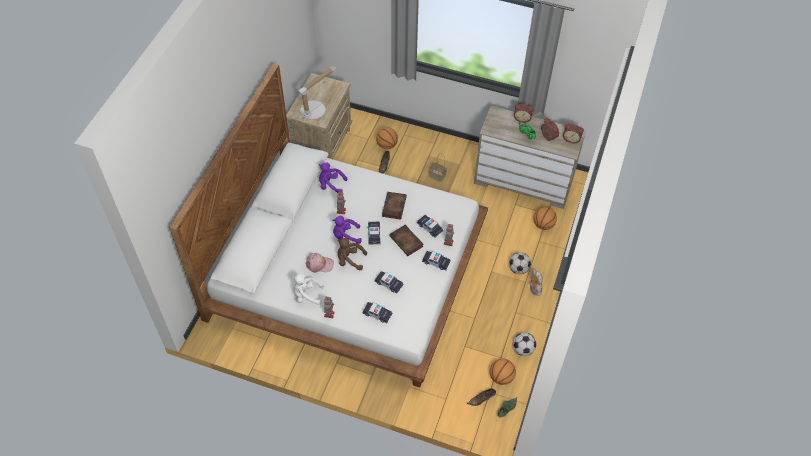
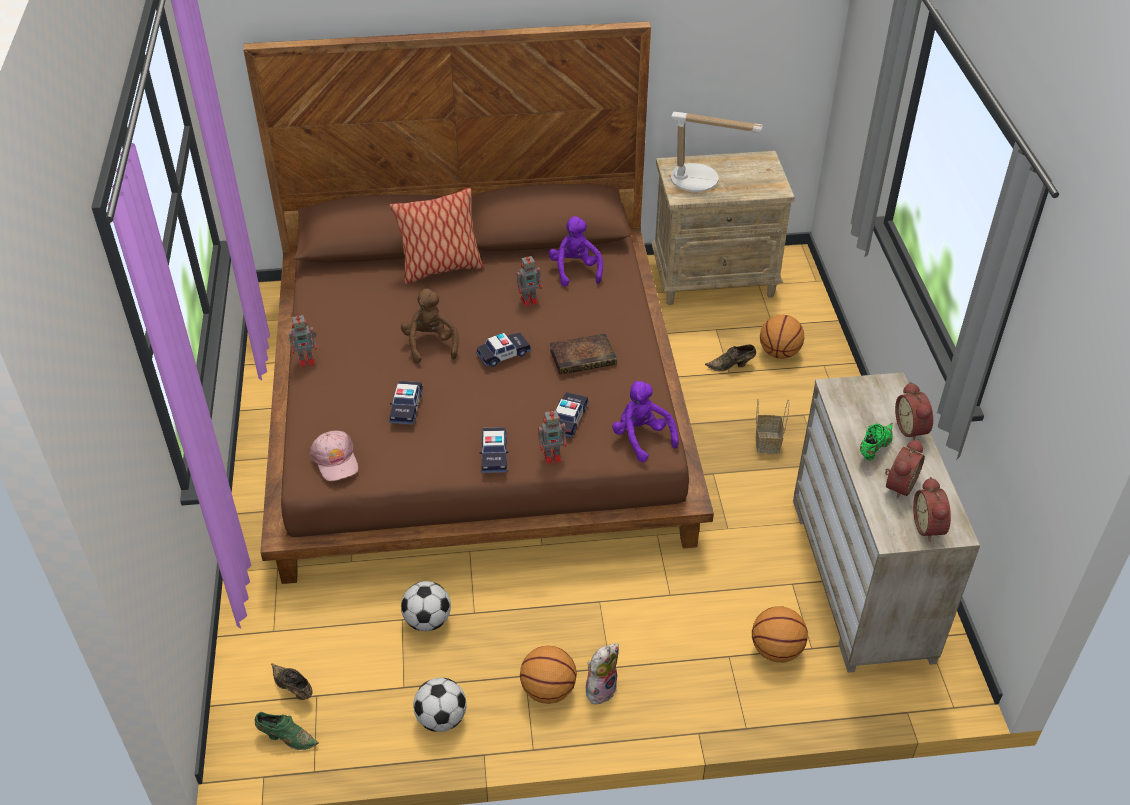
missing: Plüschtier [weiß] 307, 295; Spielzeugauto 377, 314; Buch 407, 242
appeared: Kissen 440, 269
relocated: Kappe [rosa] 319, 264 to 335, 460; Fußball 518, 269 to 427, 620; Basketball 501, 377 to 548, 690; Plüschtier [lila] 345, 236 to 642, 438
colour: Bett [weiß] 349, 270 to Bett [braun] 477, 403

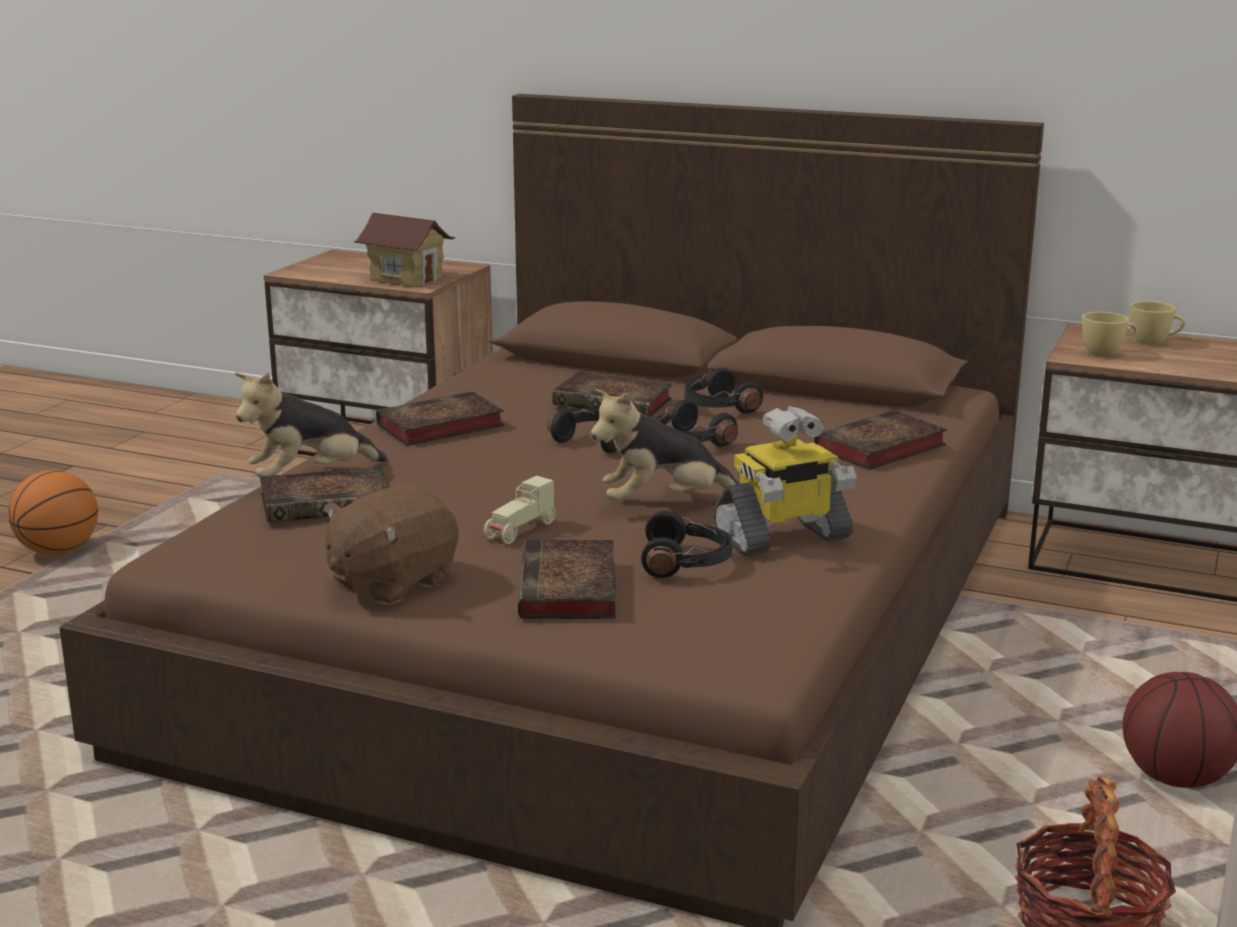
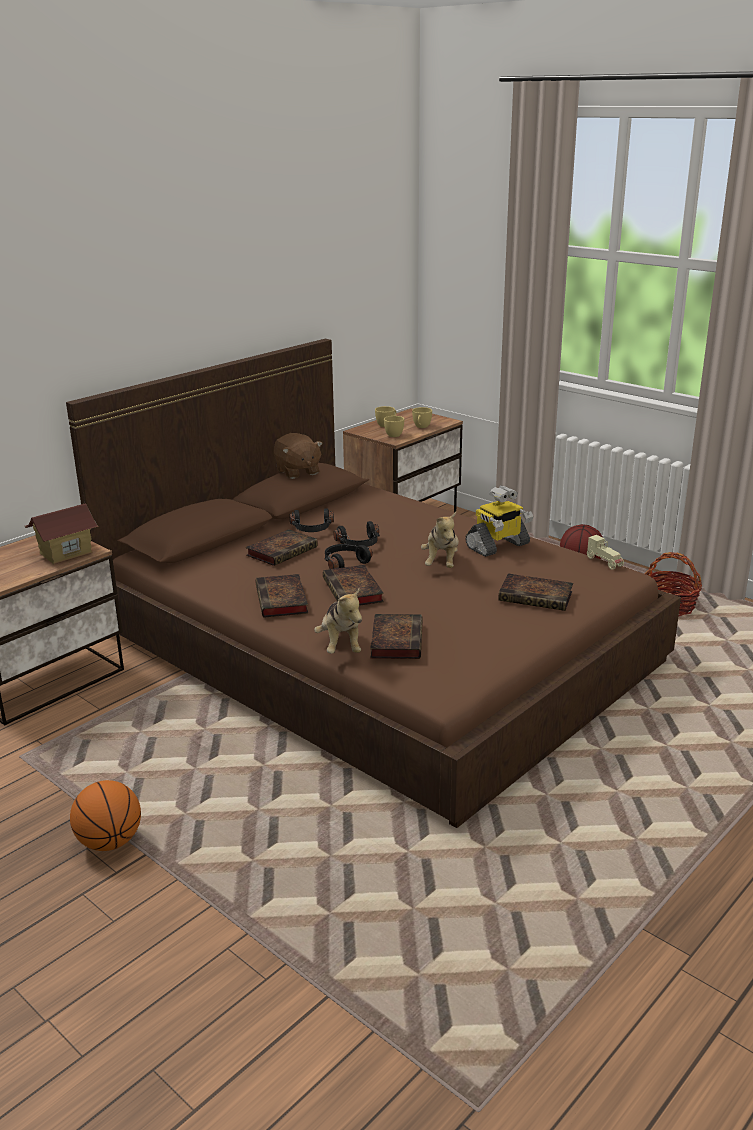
missing: Kopfhörer [schwarz] 687, 563
appeared: Tasse [gelb] 421, 427
relocated: Plüschtier [braun] 391, 582 to 297, 472; Buch 879, 449 to 354, 591; Spielzeugauto [beige] 520, 531 to 604, 562
spun: Spielzeugroboter 782, 537 = 498, 546 60 degrees clockwise

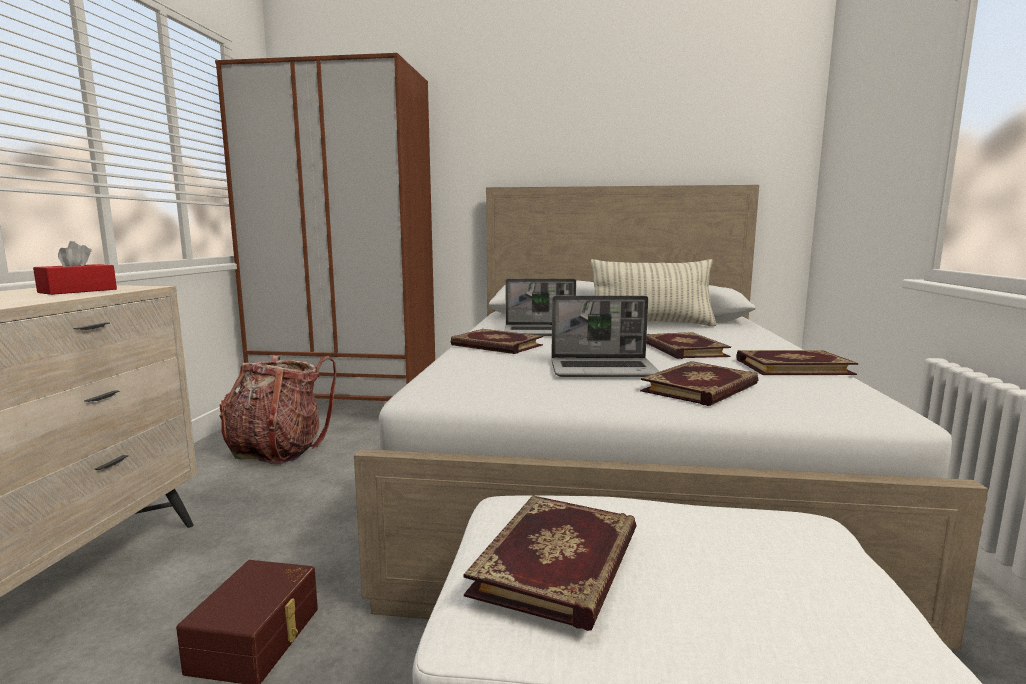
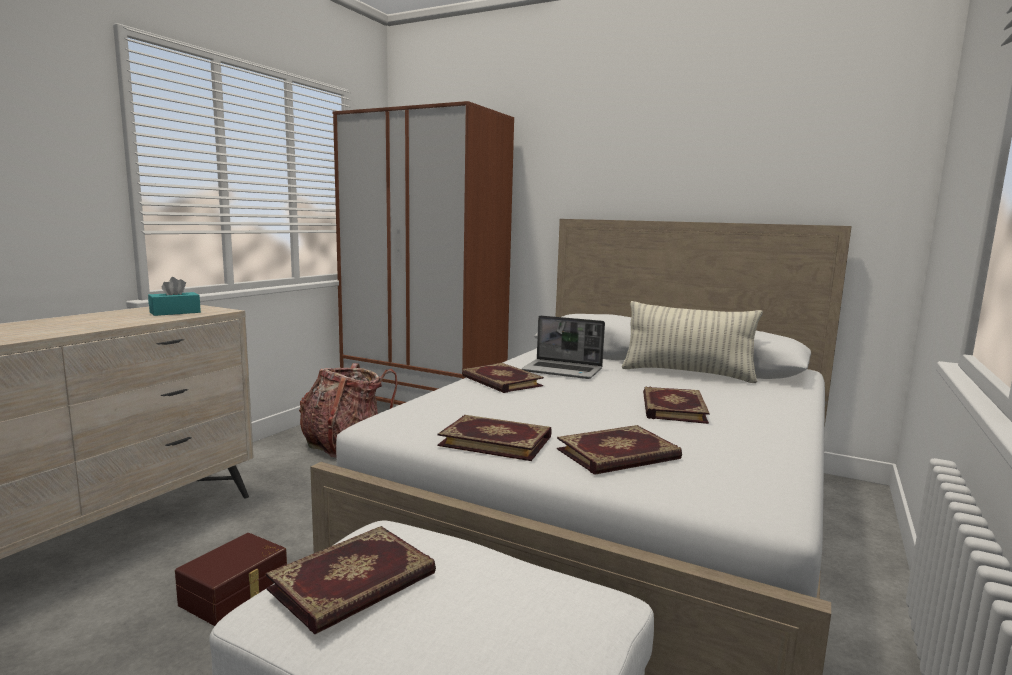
missing: Laptop 604, 370
relocated: Buch 792, 366 to 496, 440
colour: Taschentuchbox [rot] 78, 291 to Taschentuchbox [türkis] 175, 312

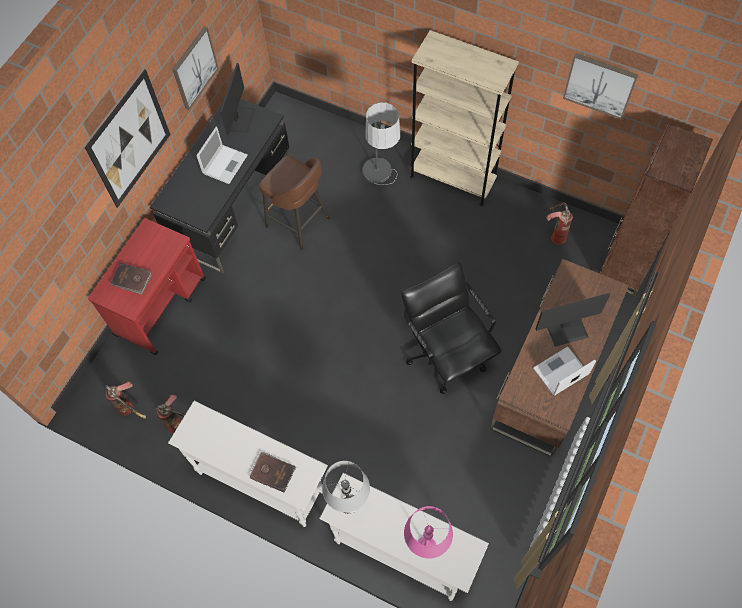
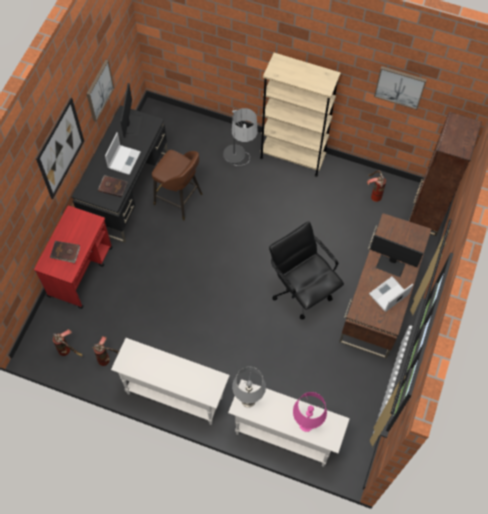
relocated: Buch [braun] 273, 472 to 113, 186
spun: Monitor 567, 331 = 391, 265 45 degrees clockwise

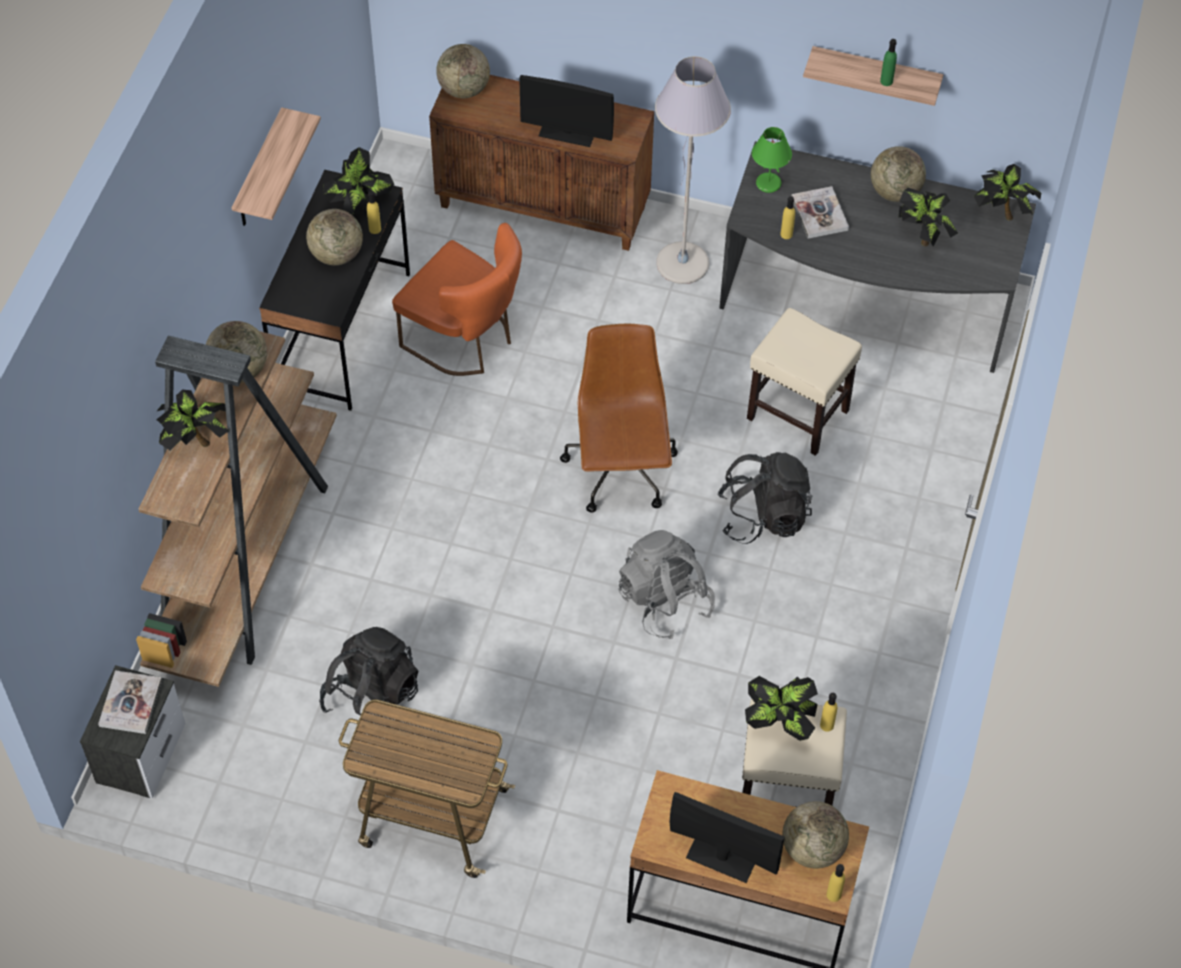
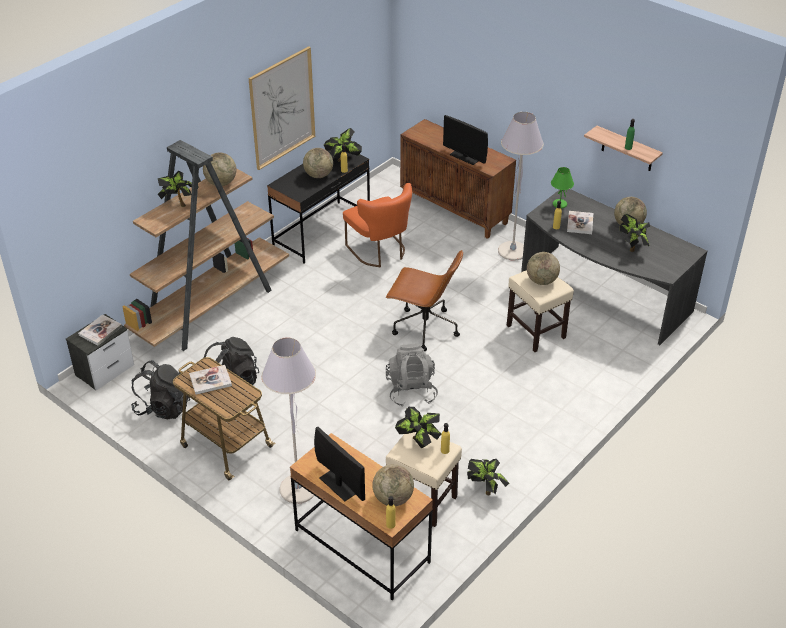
appeared: Buch 210, 380; Stehlampe [grau] 298, 489
relocated: Rucksack [schwarz] 763, 516 to 163, 407; Topfpflanze 1002, 212 to 486, 489; Globus 464, 89 to 542, 281
exchanged: Wandregal 259, 172 to Bild 282, 108
spun: Bürostuhl [braun] 621, 472 = 424, 328 90 degrees clockwise

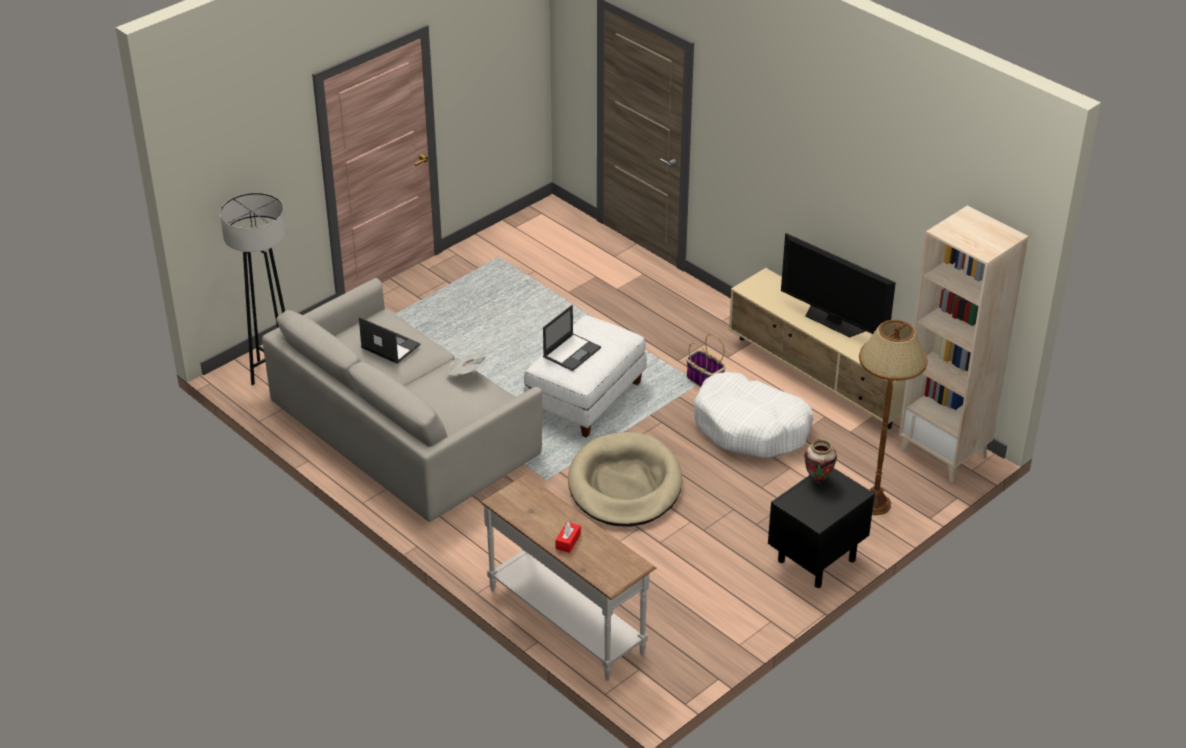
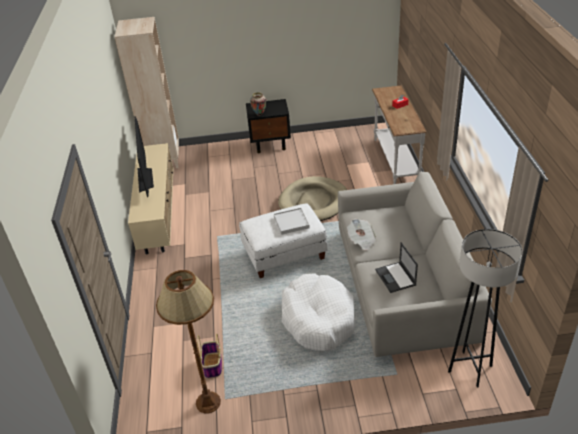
relocated: Stehlampe [braun] 875, 504 to 208, 402; Korb 704, 380 to 213, 365; Hundebett [weiß] 751, 428 to 318, 319
exchanged: Laptop 572, 352 to Tablett [weiß] 291, 222

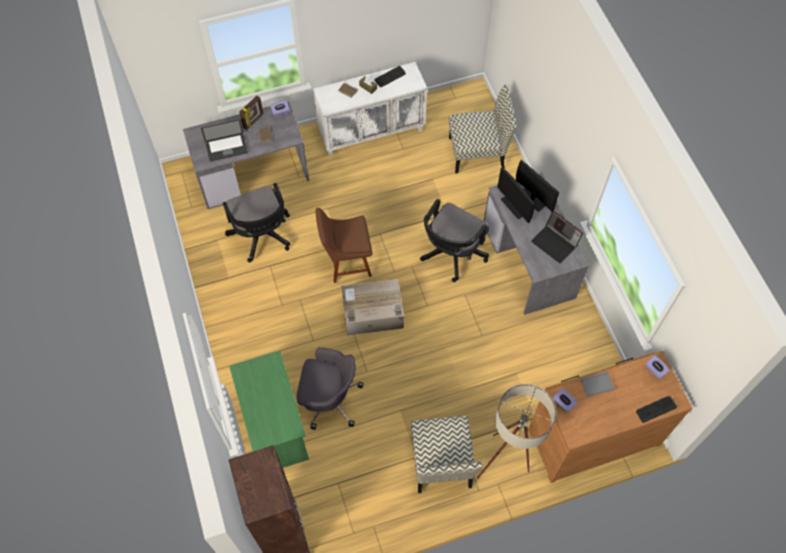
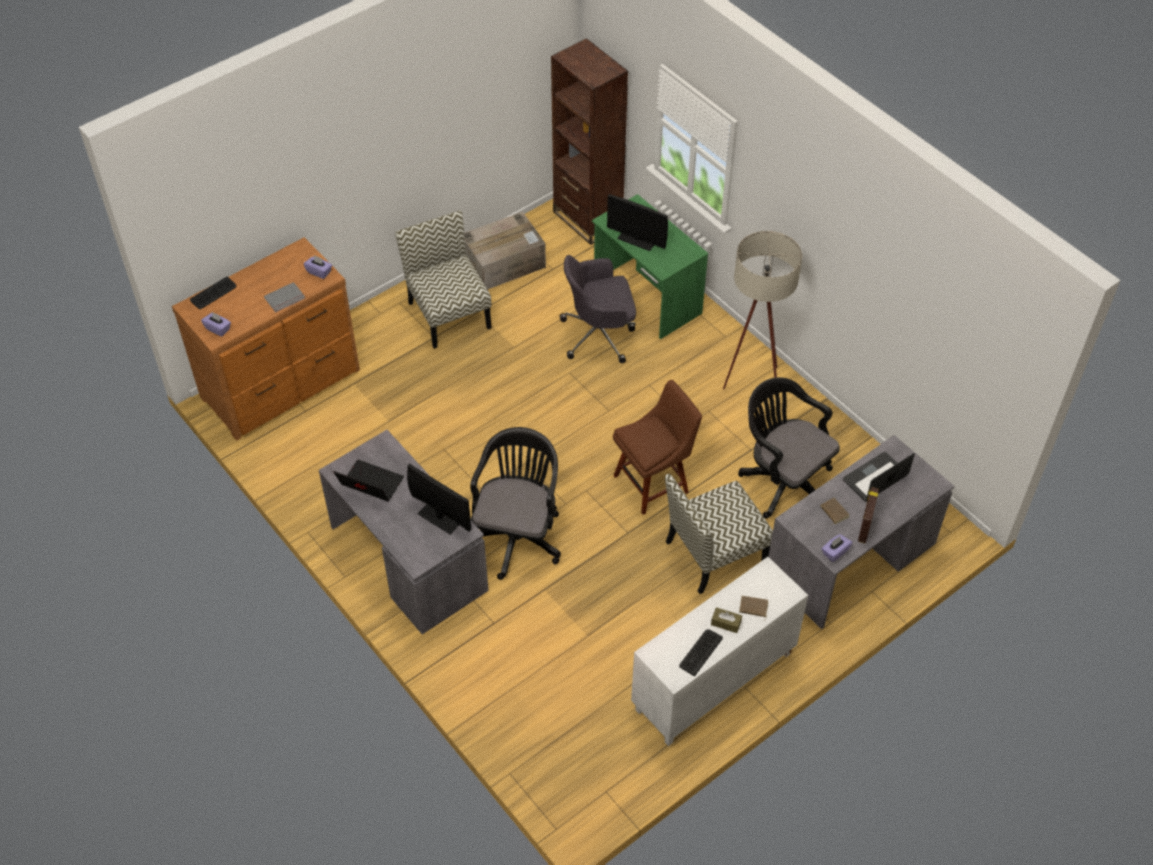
relocated: Karton 371, 313 to 504, 262; Monitor 532, 199 to 637, 239; Stuhl 477, 152 to 714, 554; Stehlampe [beige] 505, 464 to 751, 388

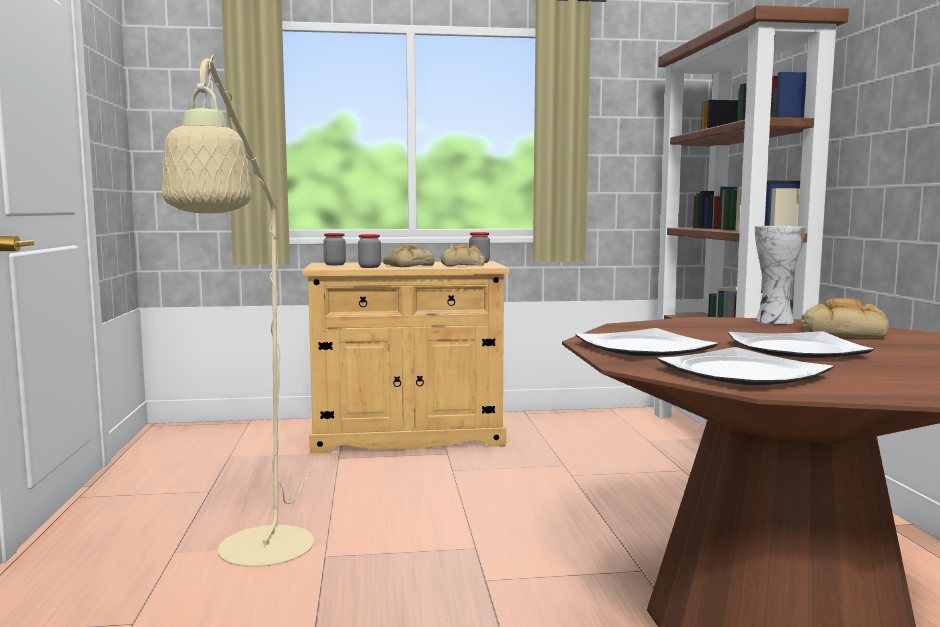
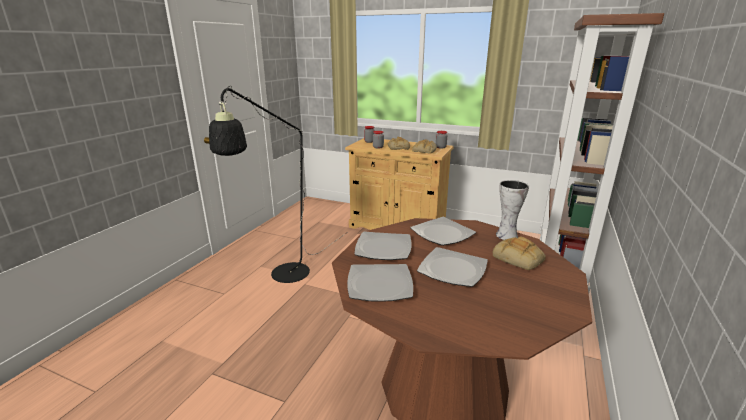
appeared: Teller 441, 233
colour: Stehlampe [beige] 261, 557 to Stehlampe [schwarz] 284, 277

